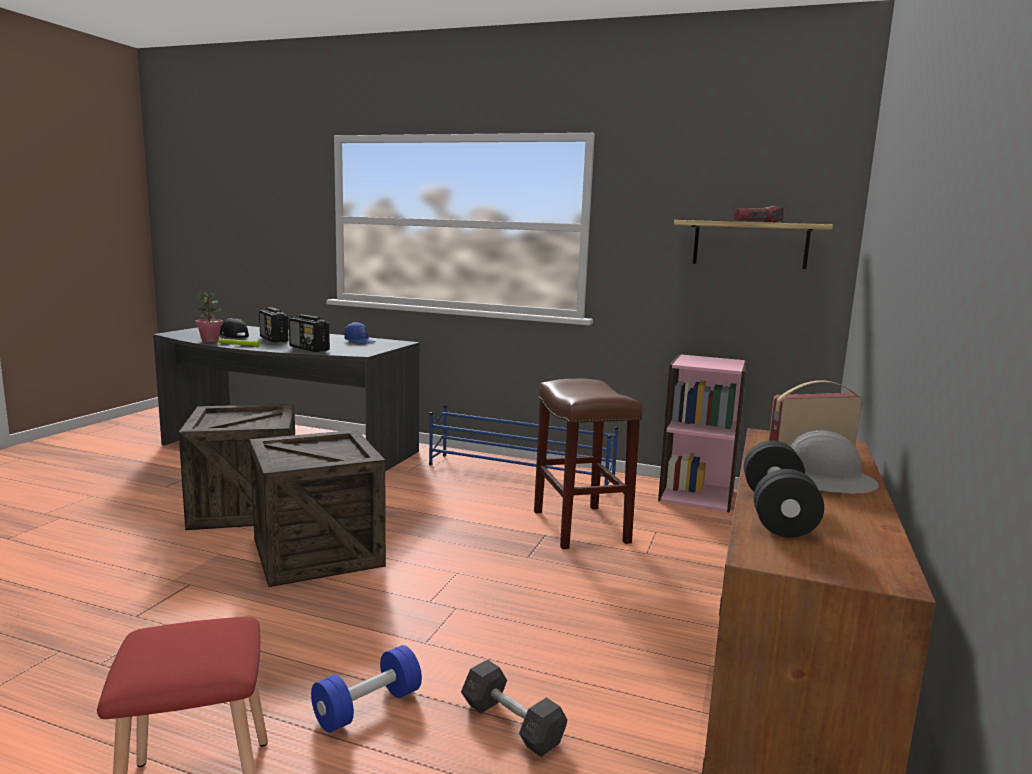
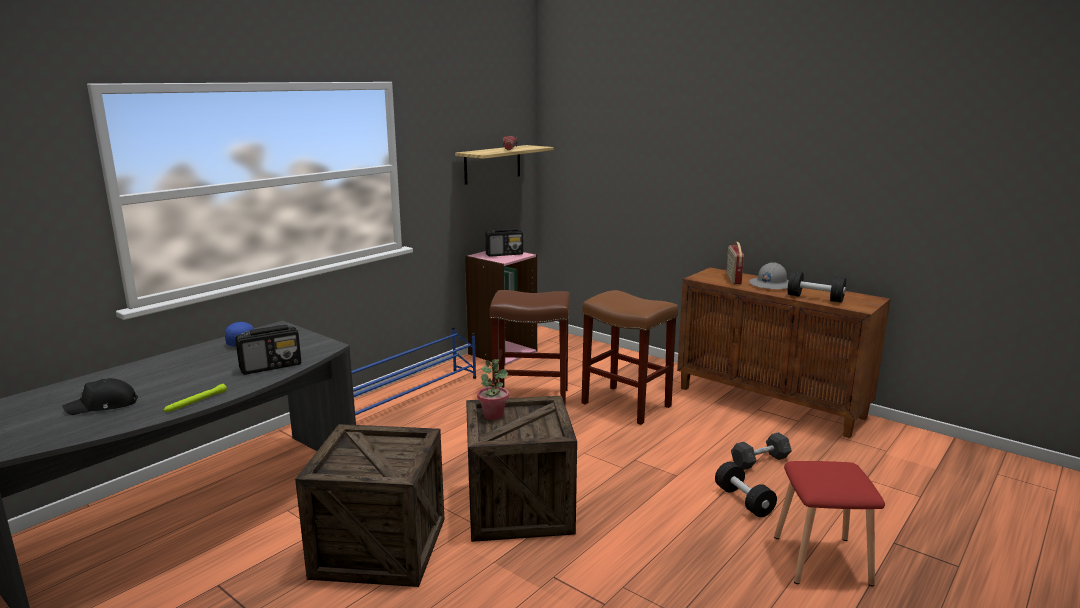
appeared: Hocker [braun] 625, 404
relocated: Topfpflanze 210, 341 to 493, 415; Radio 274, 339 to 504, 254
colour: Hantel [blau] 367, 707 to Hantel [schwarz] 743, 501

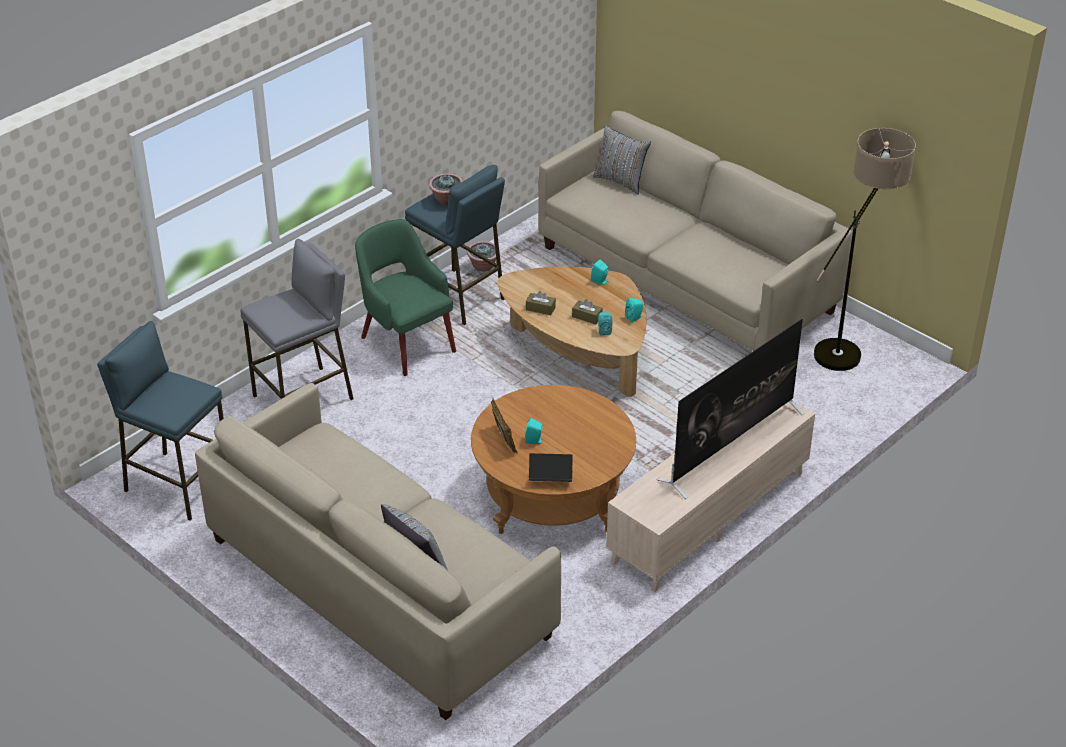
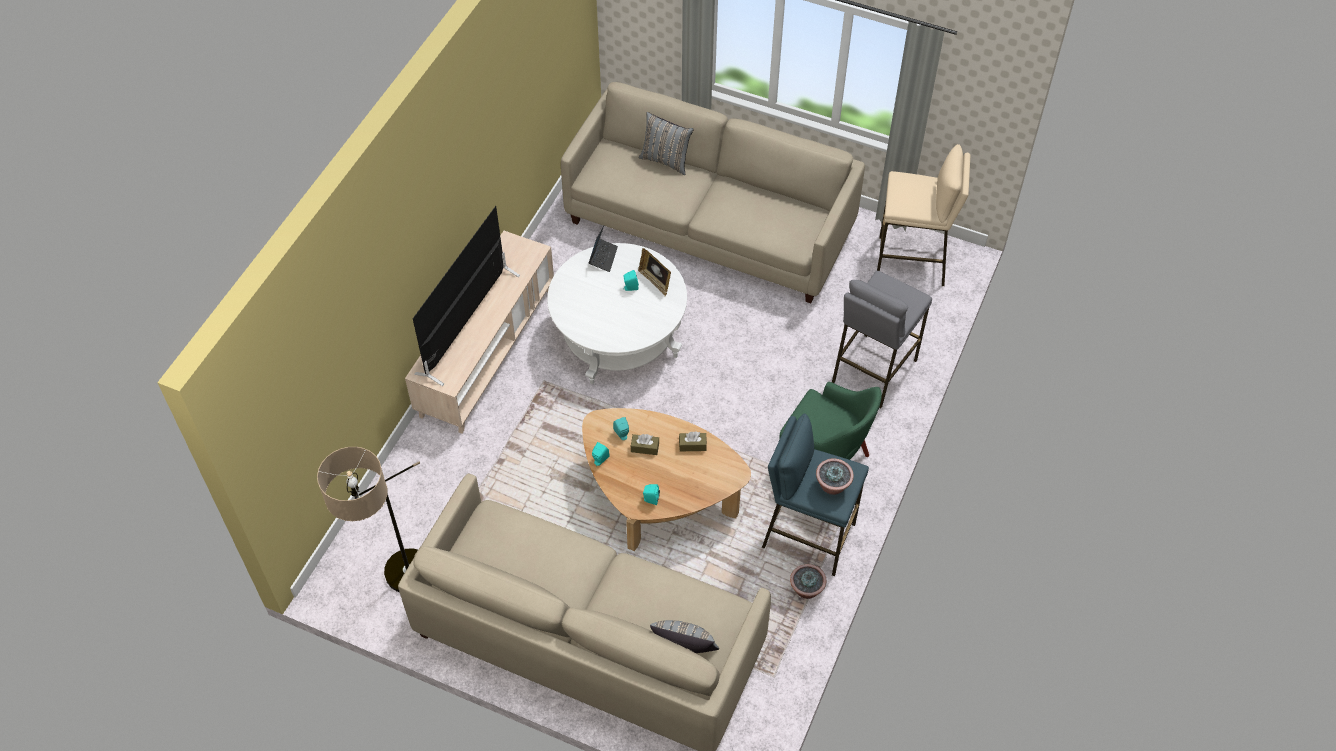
colour: Couchtisch [braun] 552, 495 to Couchtisch [weiß] 619, 336; Hocker [blau] 177, 484 to Hocker [beige] 912, 262
spun: Laptop 550, 479 = 603, 257 60 degrees counterclockwise

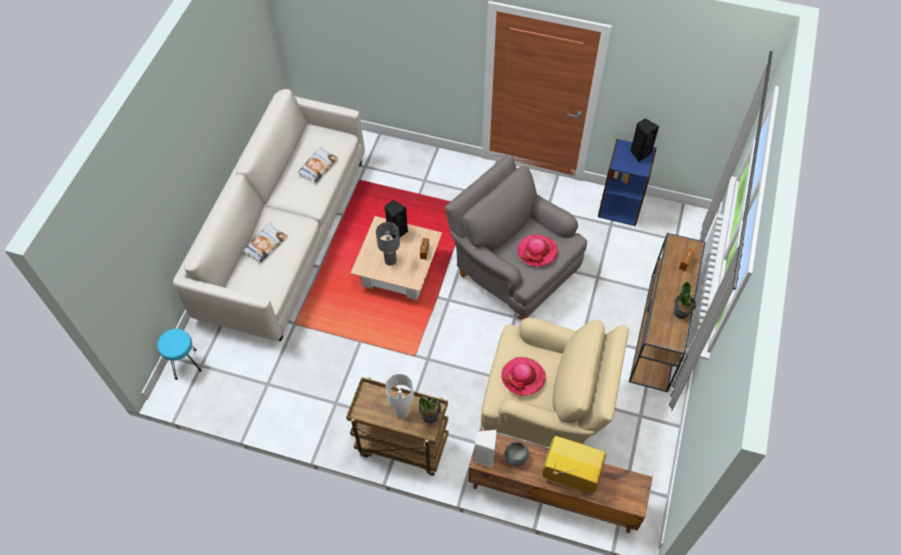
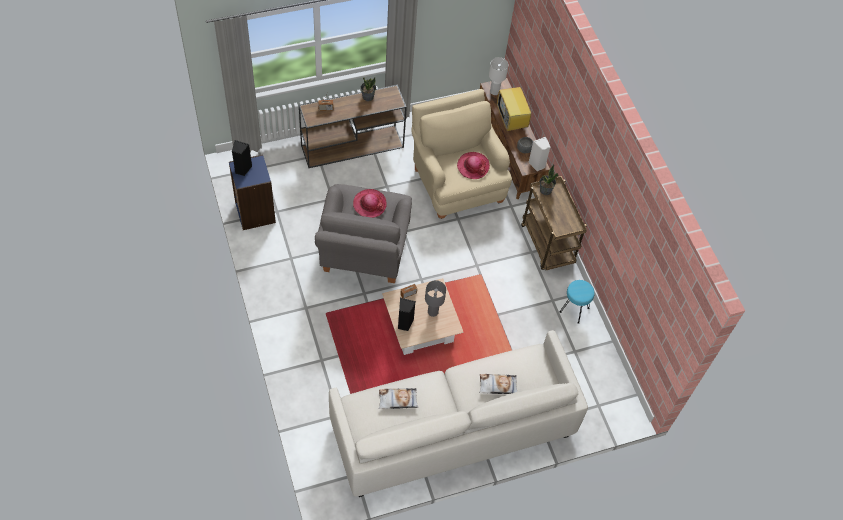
relocated: Tischlampe [weiß] 401, 411 to 494, 92; Hocker [türkis] 185, 363 to 574, 310

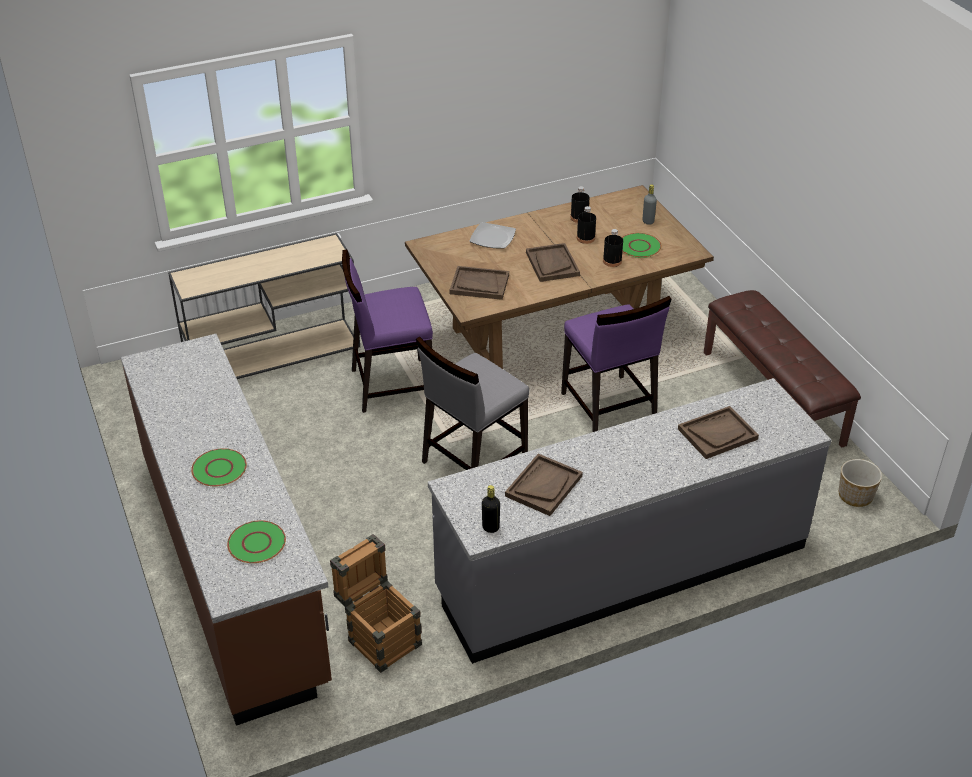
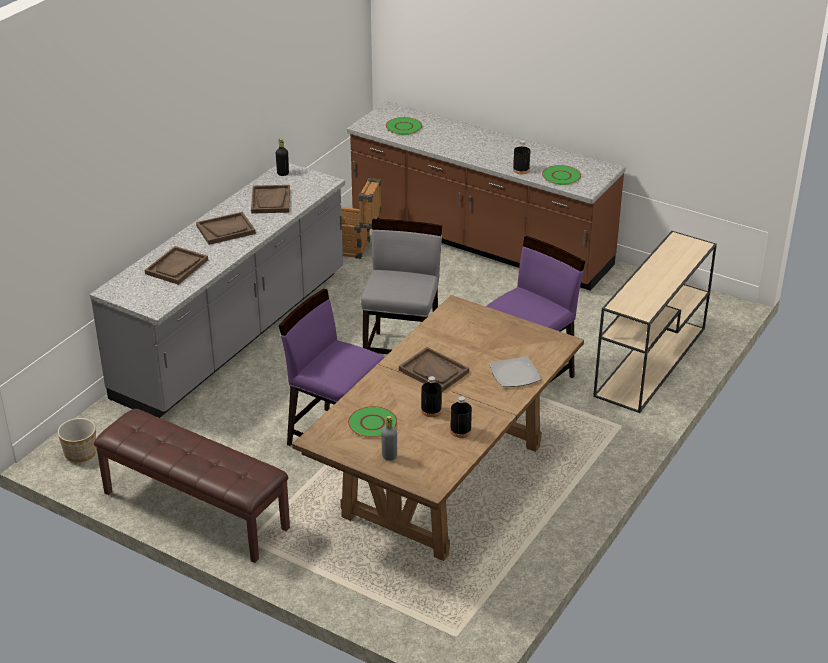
relocated: Tablett [braun] 479, 284 to 226, 230; Flasche [schwarz] 612, 261 to 521, 170; Teller [grün] 219, 468 to 561, 176

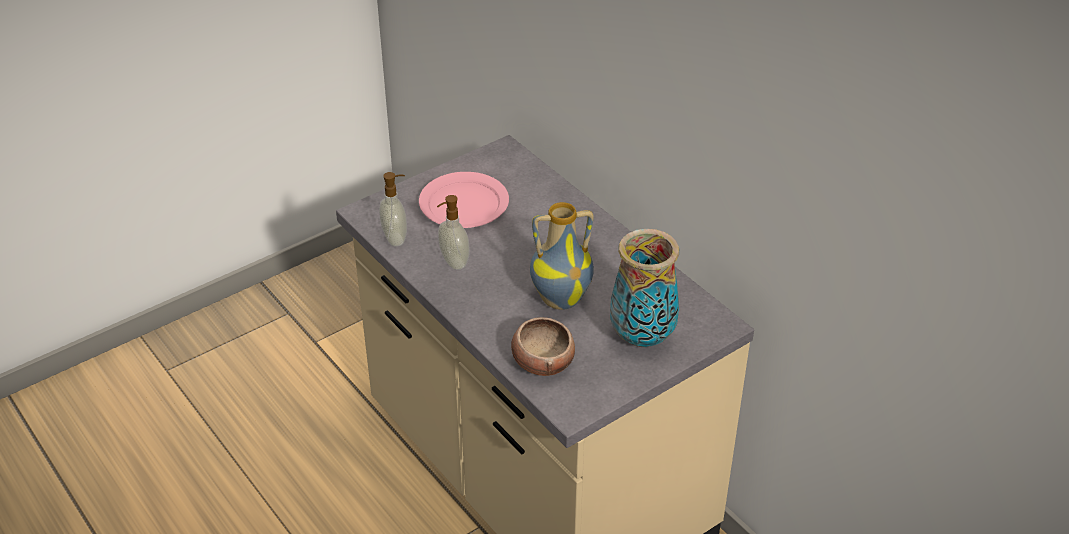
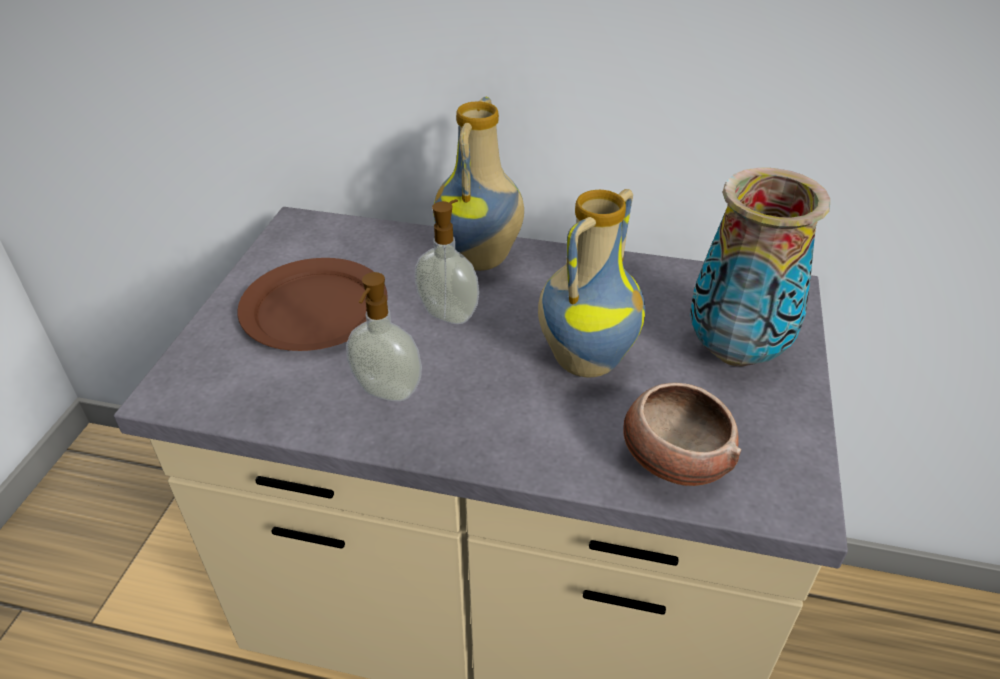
appeared: Vase 482, 260
relocated: Seifenspender 396, 238 to 449, 313
colour: Teller [rosa] 463, 204 to Teller [braun] 313, 309

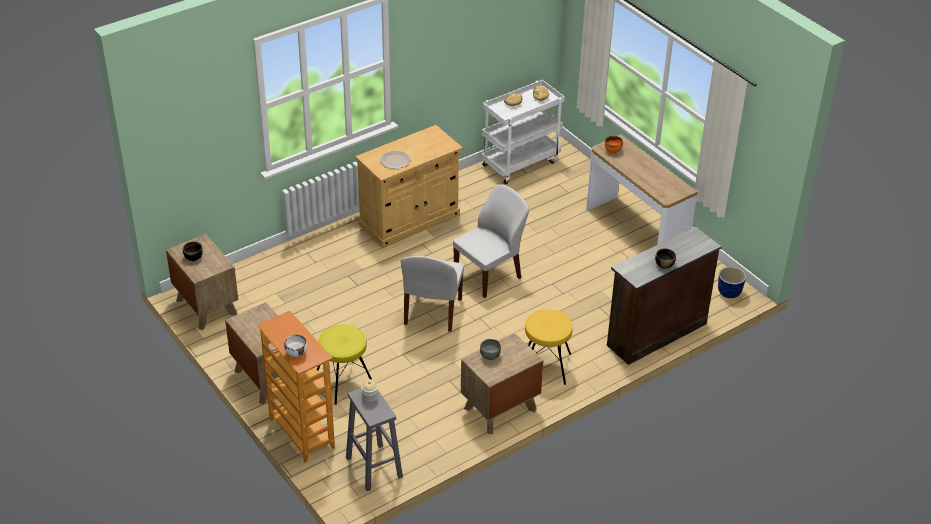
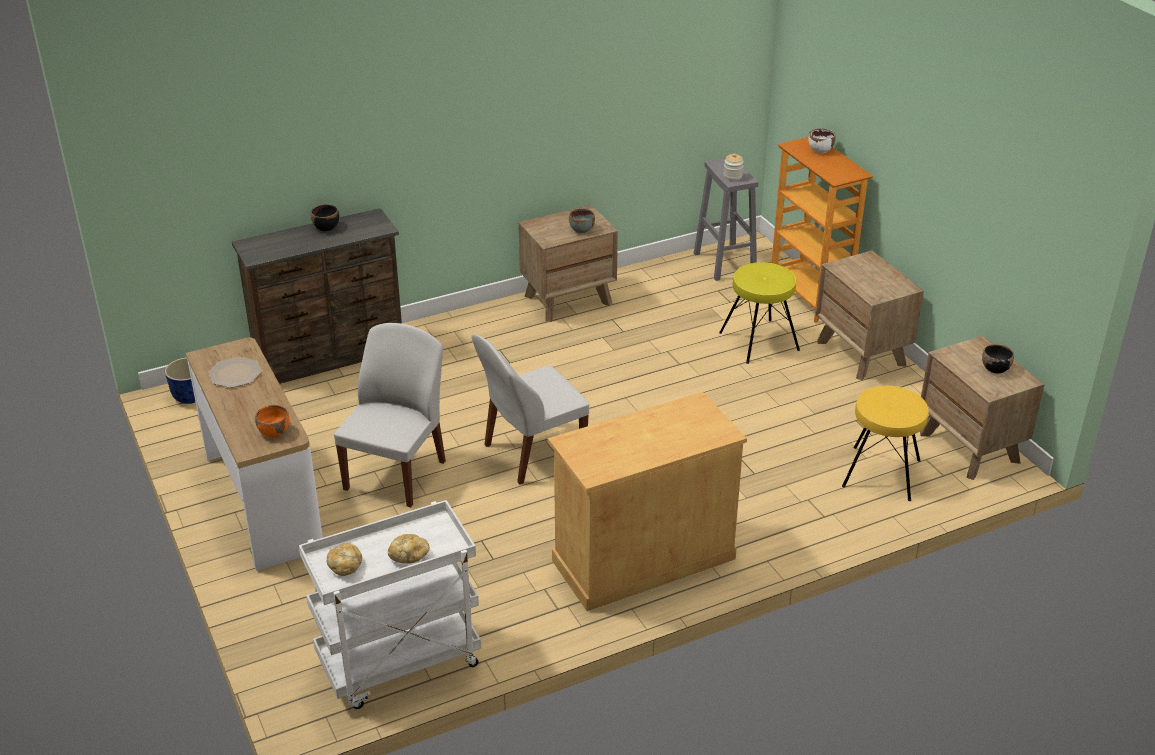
relocated: Teller 395, 161 to 235, 373; Stuhl [weiß] 432, 313 to 397, 473; Hocker [gelb] 545, 365 to 882, 473

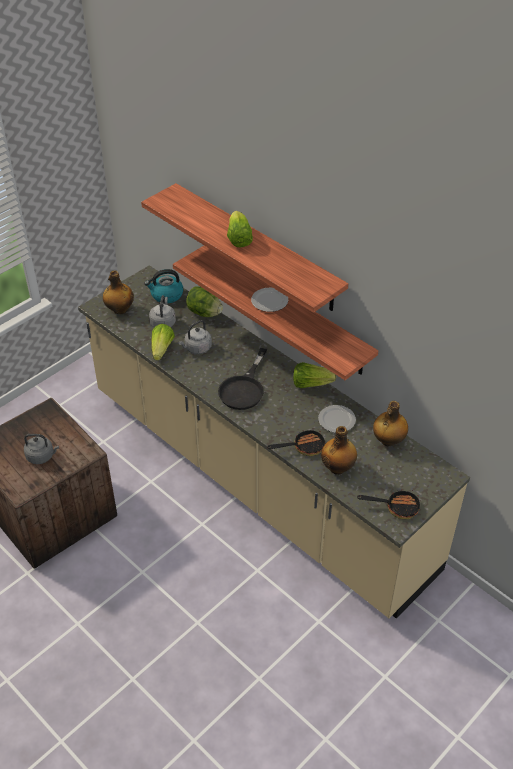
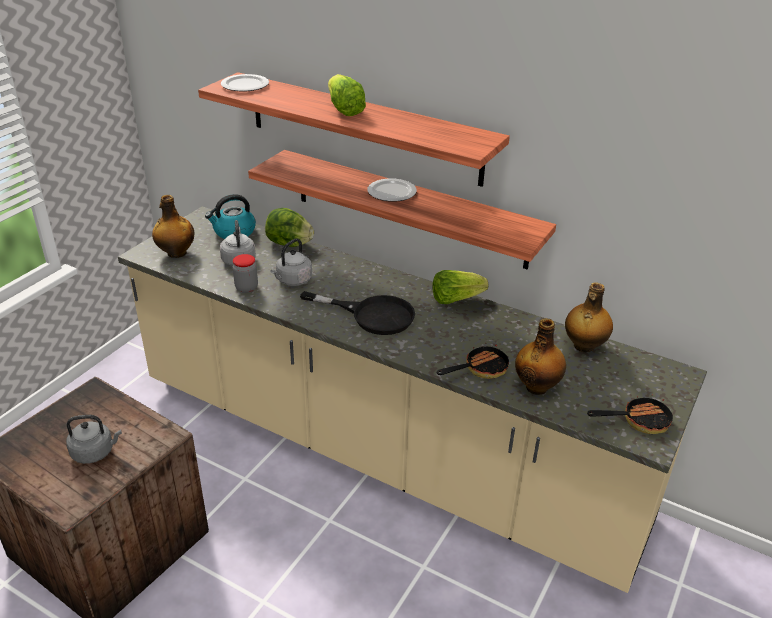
relocated: Teller 336, 420 to 244, 85
exchanged: Salatkopf 162, 350 to Vorratsglas 246, 288
spun: Pfanne [schwarz] 244, 388 = 372, 315 75 degrees counterclockwise

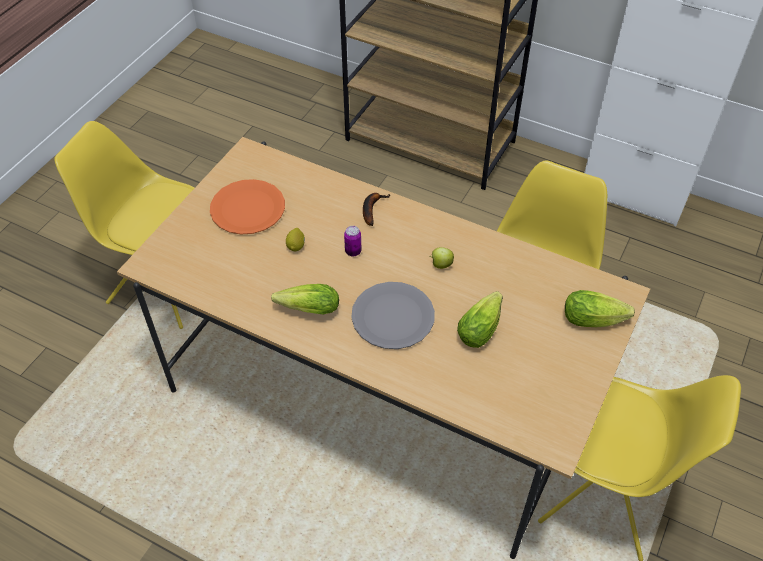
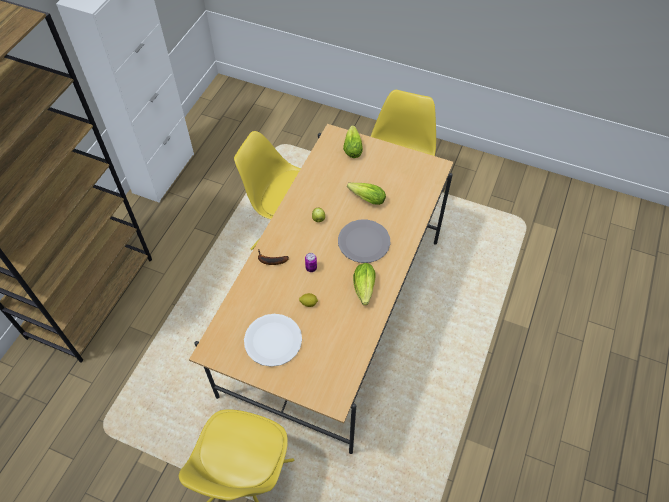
colour: Teller [orange] 248, 208 to Teller [weiß] 273, 340

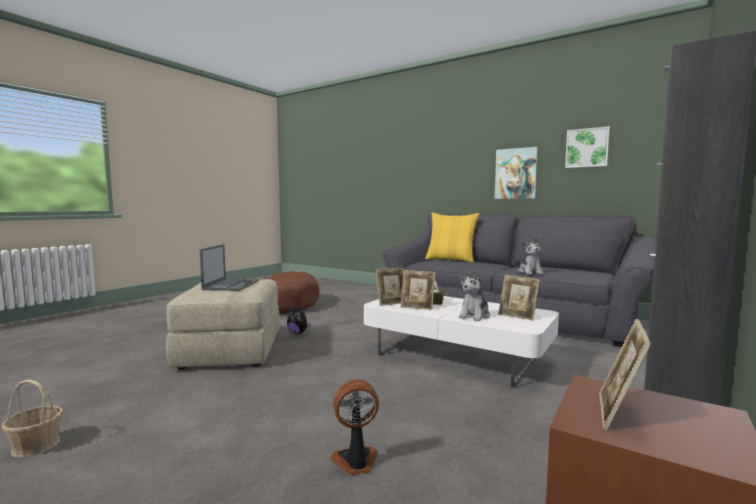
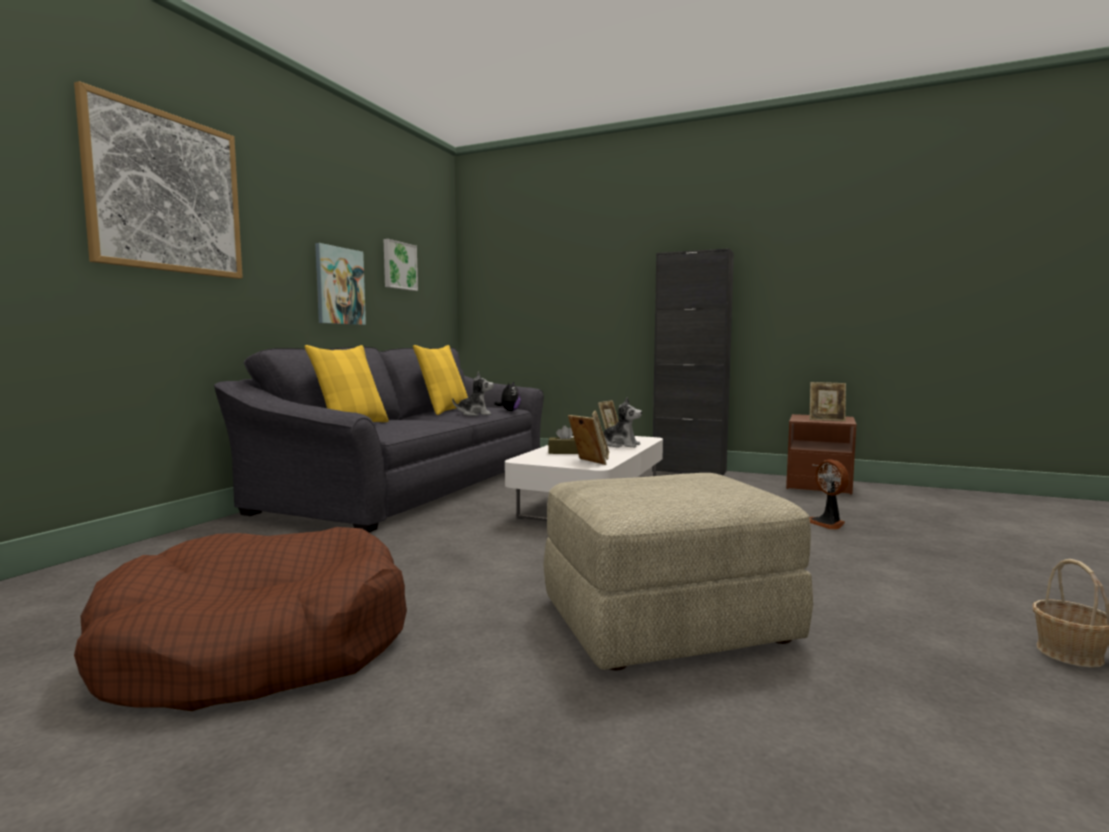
missing: Laptop 231, 285
appeared: Bild 166, 193; Kissen [gelb] 445, 411
relocated: Plüschtier 298, 333 to 509, 411

